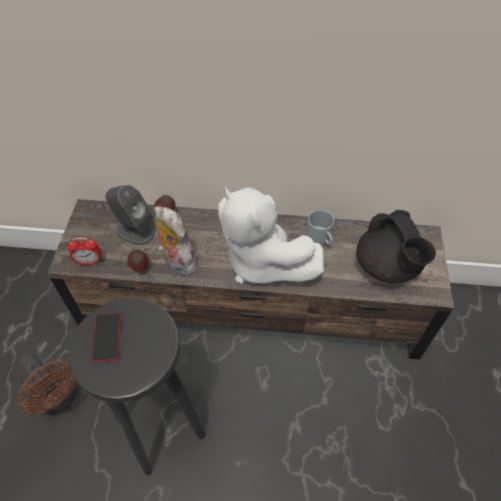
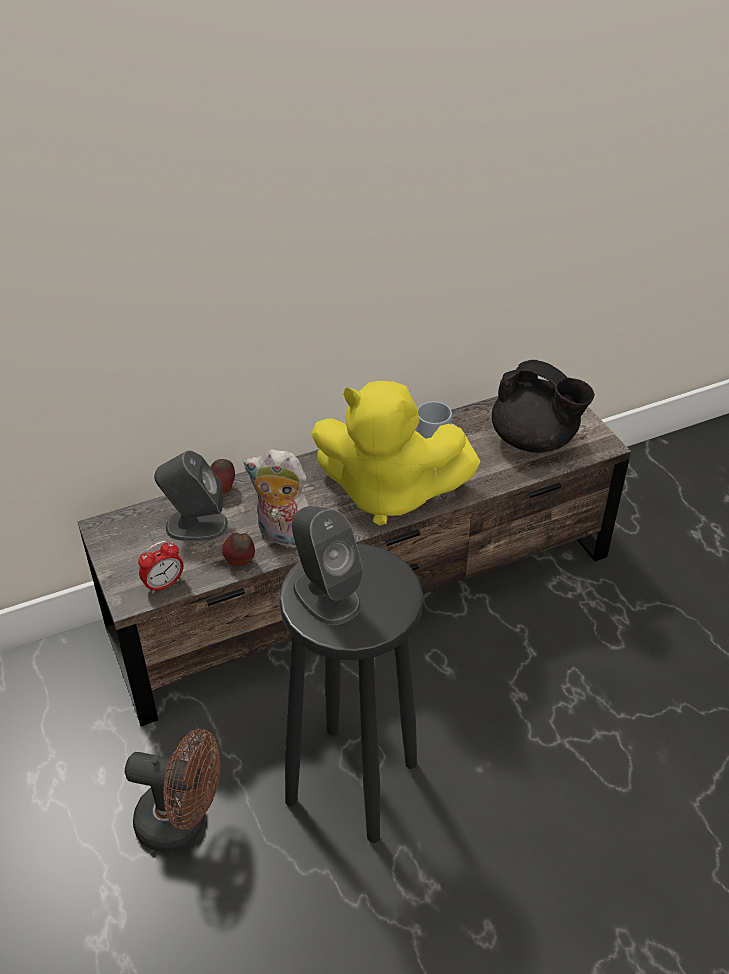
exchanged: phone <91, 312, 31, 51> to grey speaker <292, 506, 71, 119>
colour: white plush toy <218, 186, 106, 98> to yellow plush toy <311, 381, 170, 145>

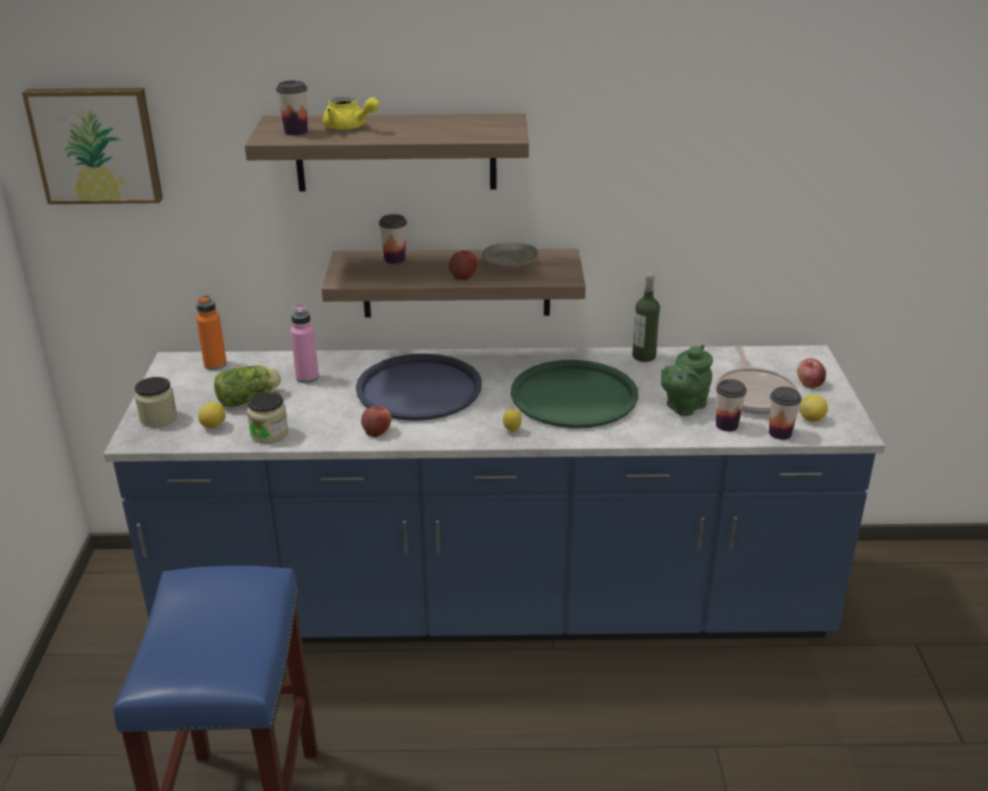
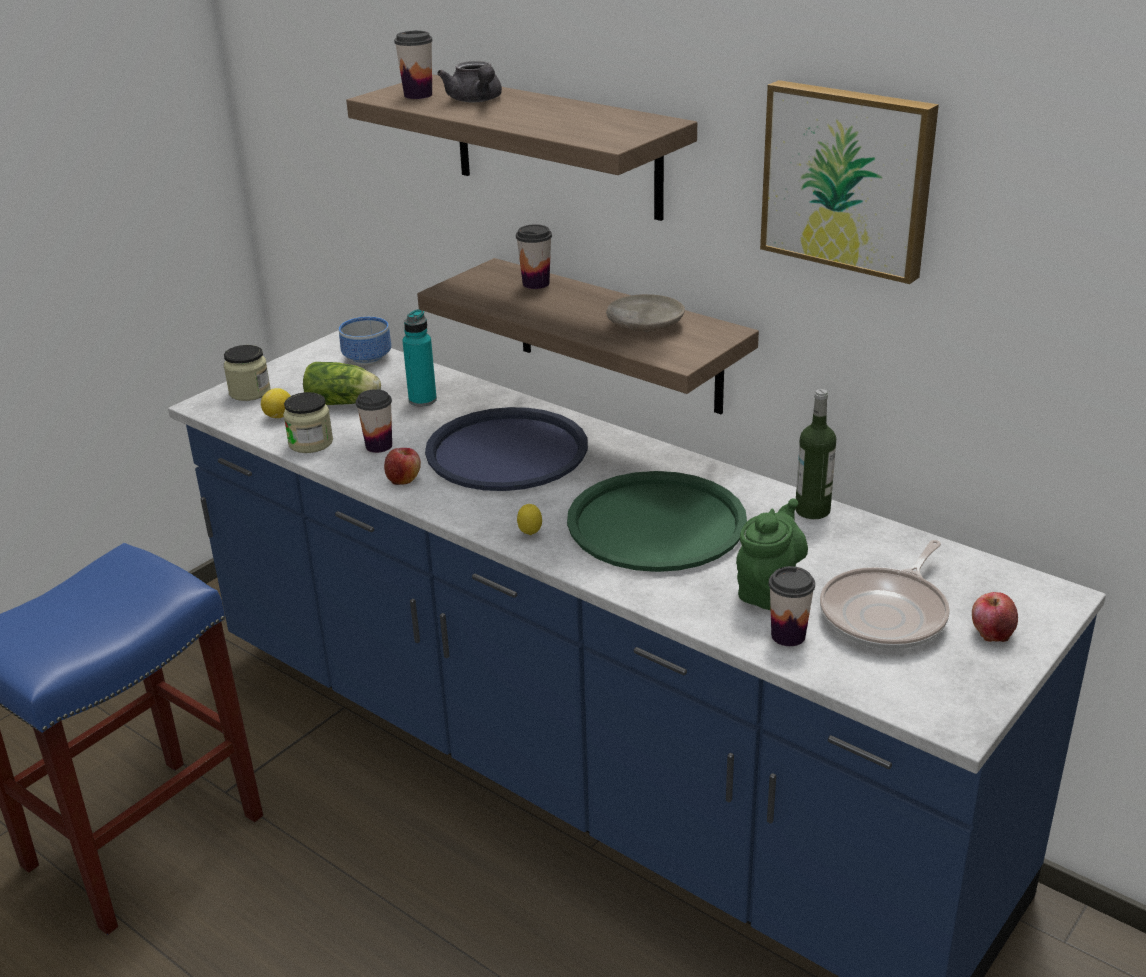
missing: apple <449, 251, 30, 29>; lemon <800, 395, 28, 27>
relocated: picture <22, 88, 141, 116> to <760, 80, 179, 204>; cup <769, 387, 33, 53> to <356, 389, 36, 64>
exchanged: orange bottle <196, 295, 31, 75> to bowl <339, 317, 52, 48>
colour: yellow teapot <323, 97, 56, 33> to grey teapot <437, 61, 65, 41>; pink bottle <290, 305, 29, 78> to turquoise bottle <402, 309, 35, 98>
spun: green teapot <661, 345, 52, 71> = <736, 498, 72, 112> 120 degrees clockwise

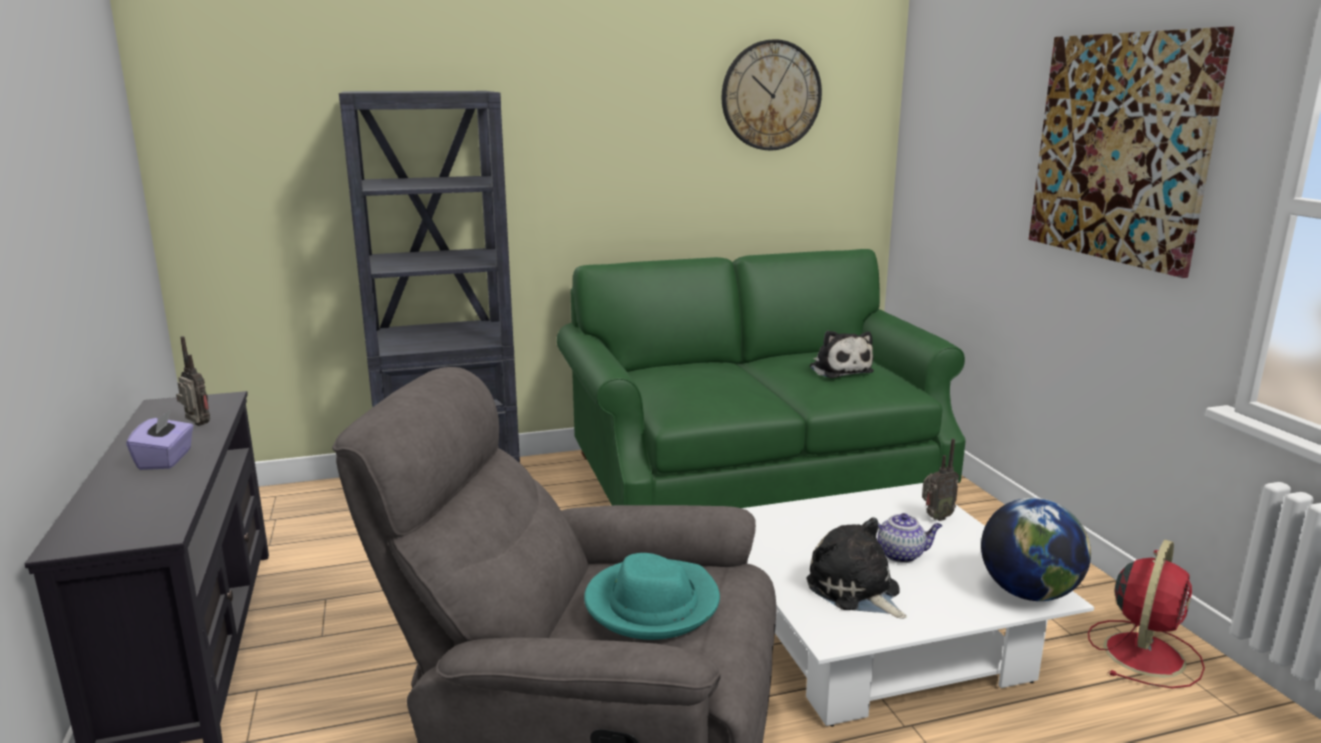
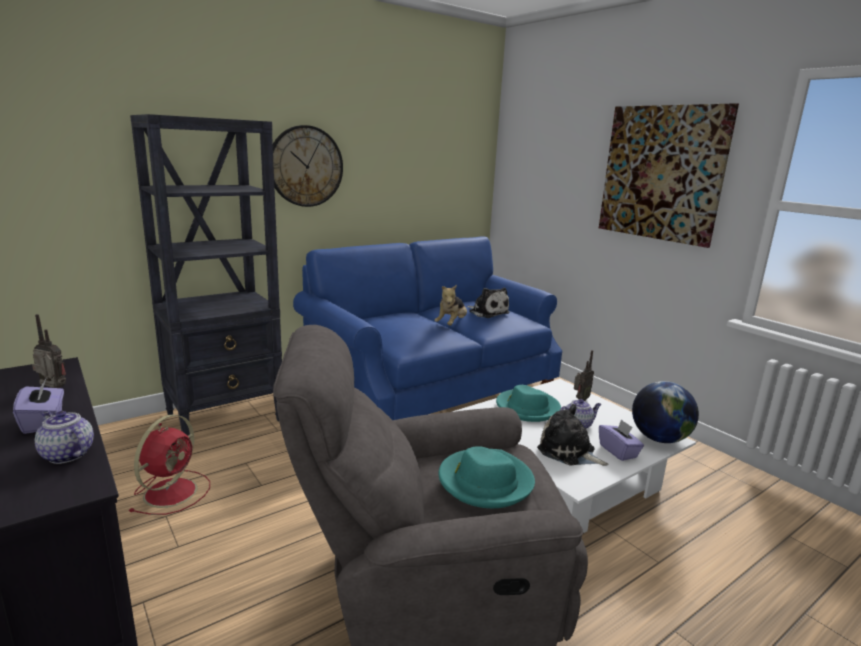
appeared: plush toy <434, 285, 33, 40>; turquoise hat <496, 385, 65, 37>; teapot <35, 411, 59, 53>; purple tissue box <599, 419, 45, 42>
relocated: wall clock <722, 39, 100, 112> to <273, 125, 70, 82>; red fan <1088, 540, 117, 148> to <129, 414, 81, 101>
colour: green sofa <557, 249, 409, 259> to blue sofa <293, 236, 269, 184>

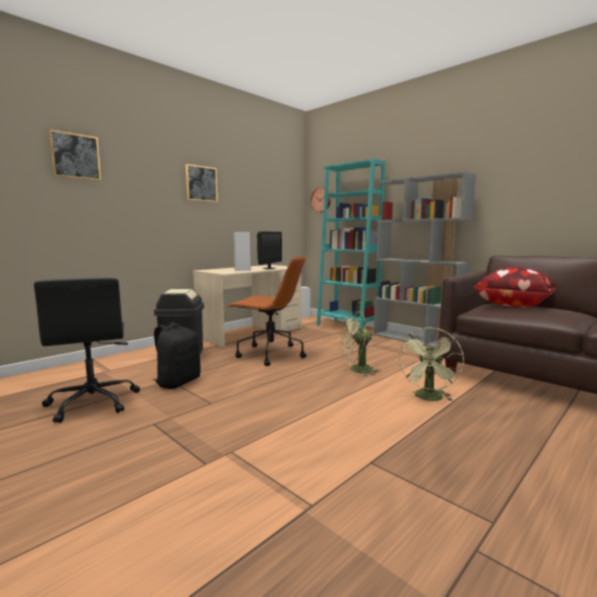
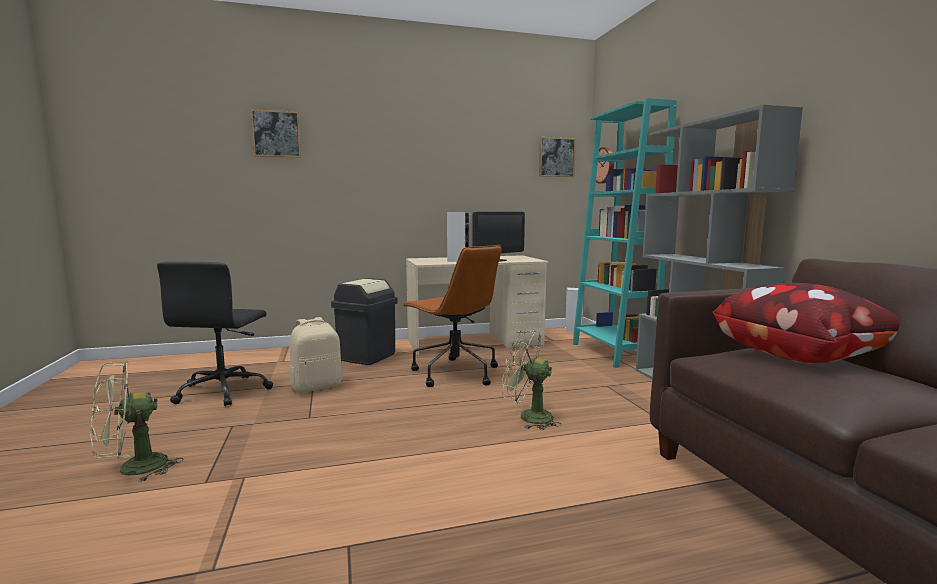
relocated: picture <186, 164, 32, 38> to <539, 137, 37, 40>; green fan <399, 327, 65, 74> to <90, 361, 93, 122>
colour: black backpack <153, 322, 48, 67> to beige backpack <290, 317, 53, 76>

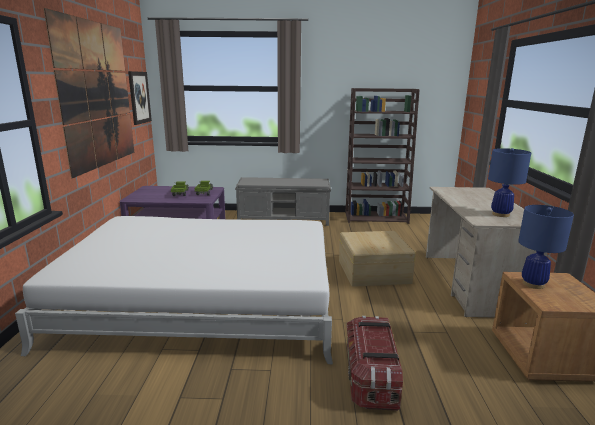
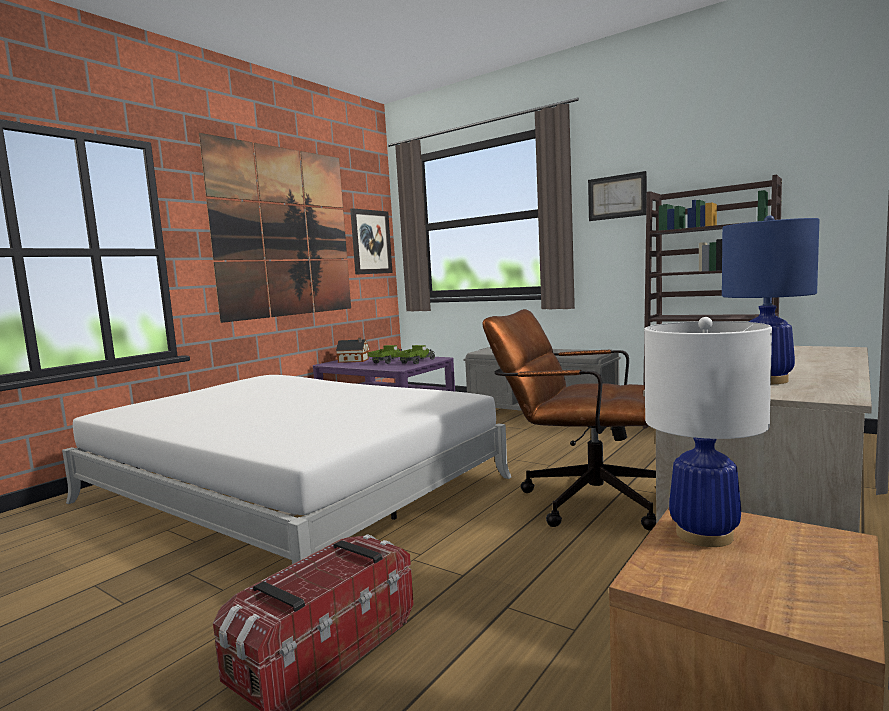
appeared: picture <588, 171, 59, 50>; toy house <336, 337, 34, 26>
exchanged: beige storage box <339, 231, 77, 56> to brown office chair <482, 309, 174, 221>
colour: blue table lamp <518, 205, 56, 84> to white table lamp <644, 317, 128, 230>

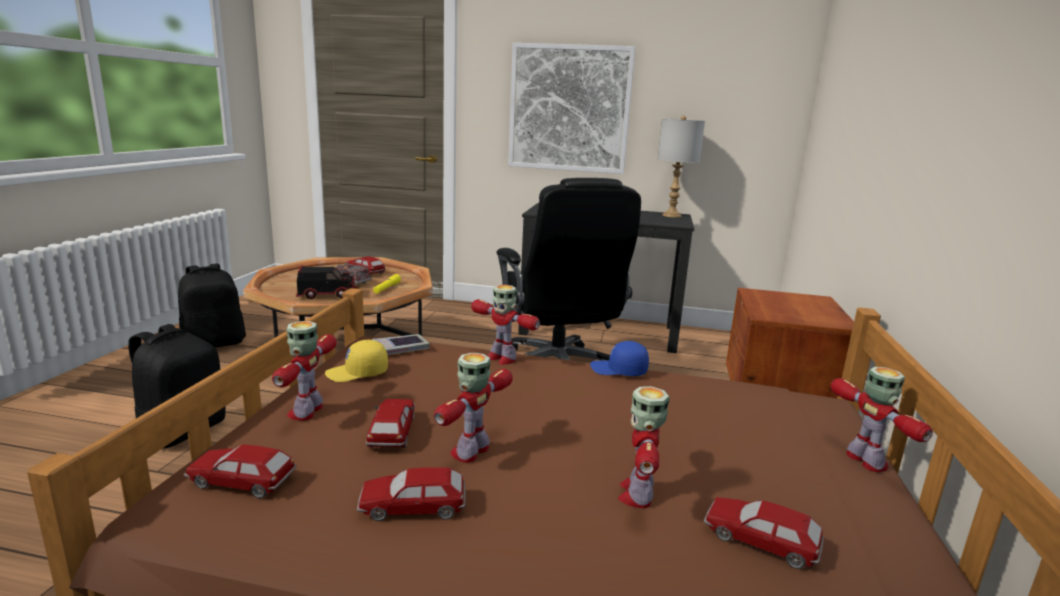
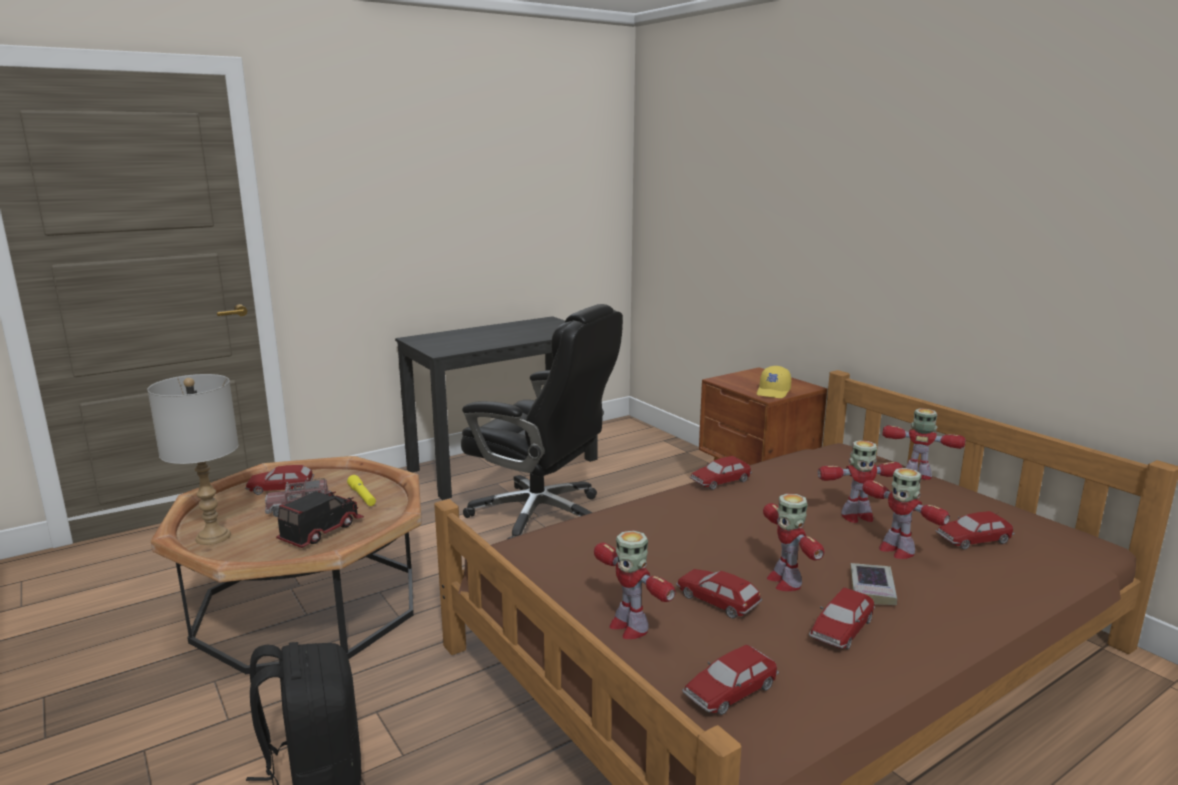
missing: picture <508, 43, 127, 131>; black backpack <178, 264, 68, 84>
relocated: grey table lamp <658, 116, 47, 102> to <147, 374, 92, 171>; toy robot <471, 285, 69, 80> to <817, 440, 86, 83>; book <372, 334, 58, 21> to <851, 563, 46, 42>; yellow cap <325, 340, 63, 42> to <757, 366, 34, 32>
exchanged: blue cap <590, 341, 59, 35> to toy car <690, 455, 62, 35>

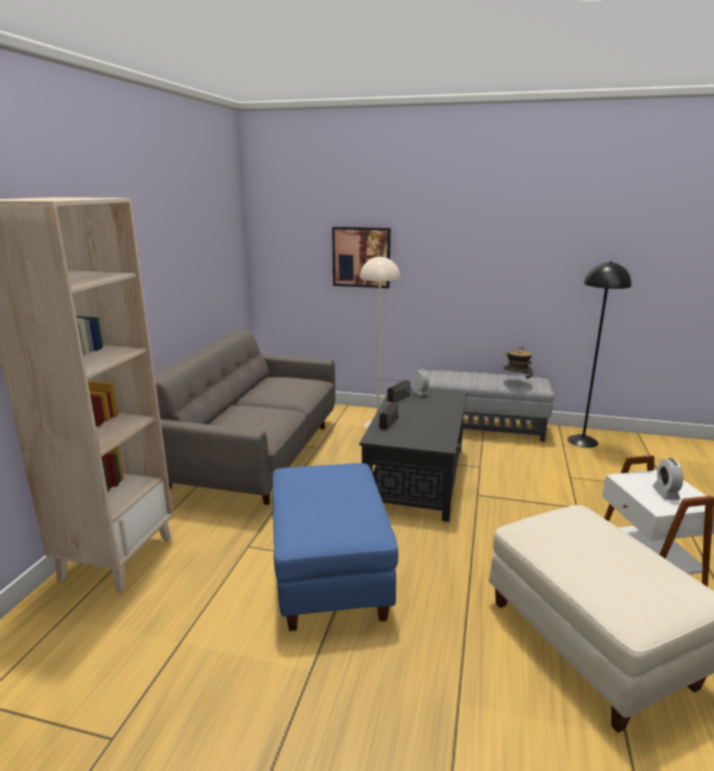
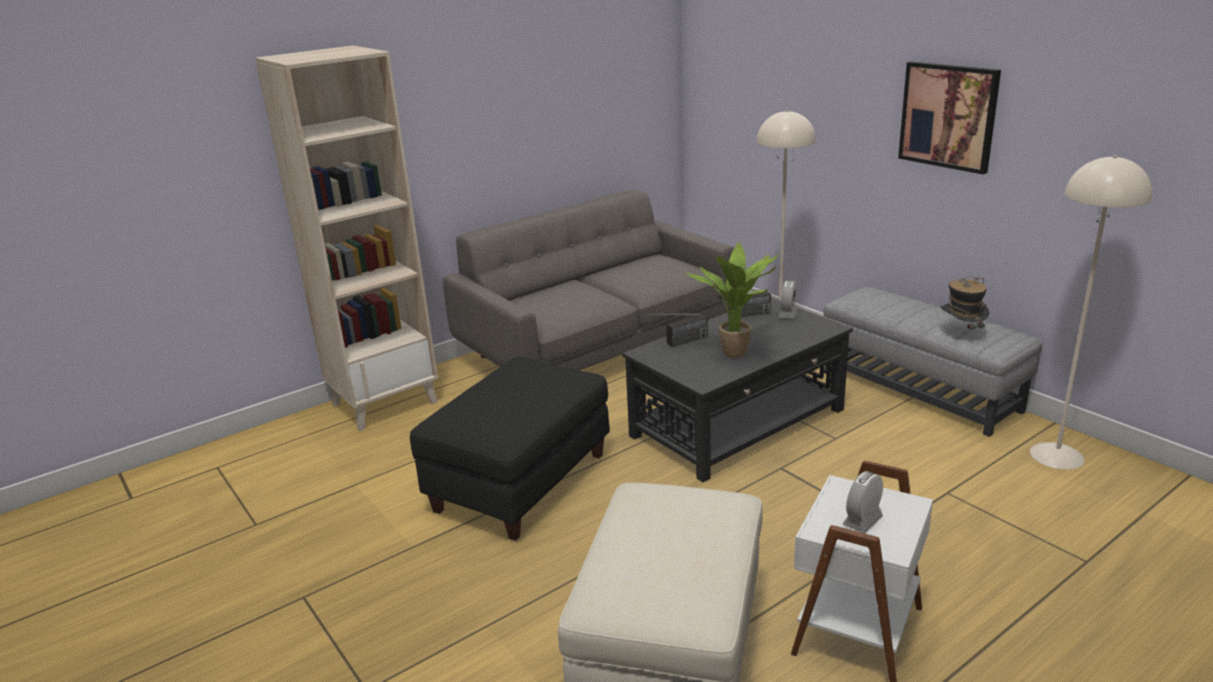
appeared: potted plant <685, 242, 94, 116>
relocated: picture <332, 227, 59, 61> to <898, 61, 103, 113>
colour: black floor lamp <567, 261, 64, 187> to beige floor lamp <1030, 155, 122, 314>; blue ottoman <272, 463, 126, 168> to black ottoman <410, 357, 200, 184>

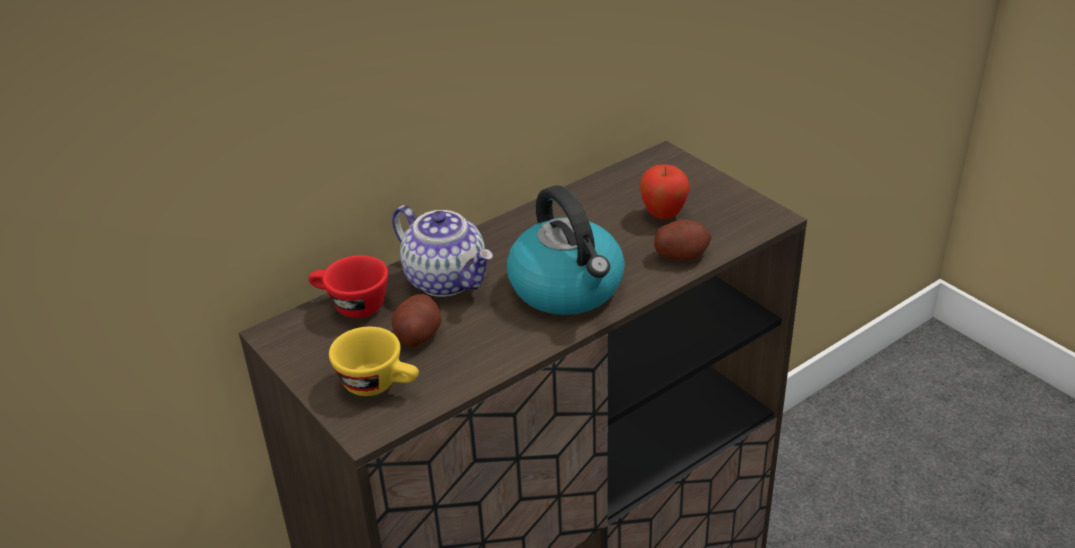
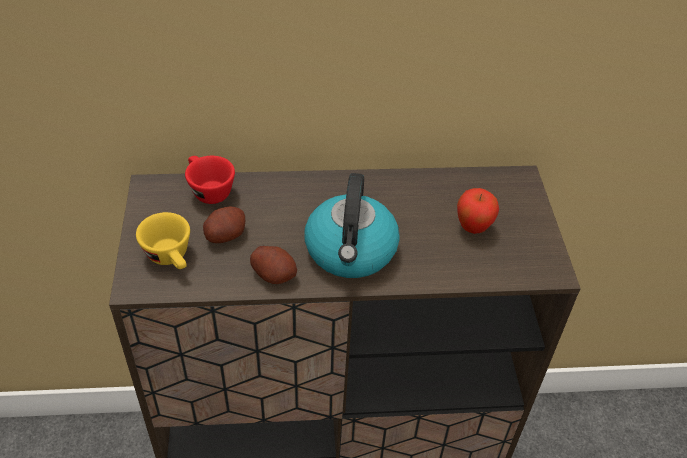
missing: teapot <392, 205, 101, 92>
relocated: potato <654, 219, 58, 41> to <250, 246, 47, 38>

